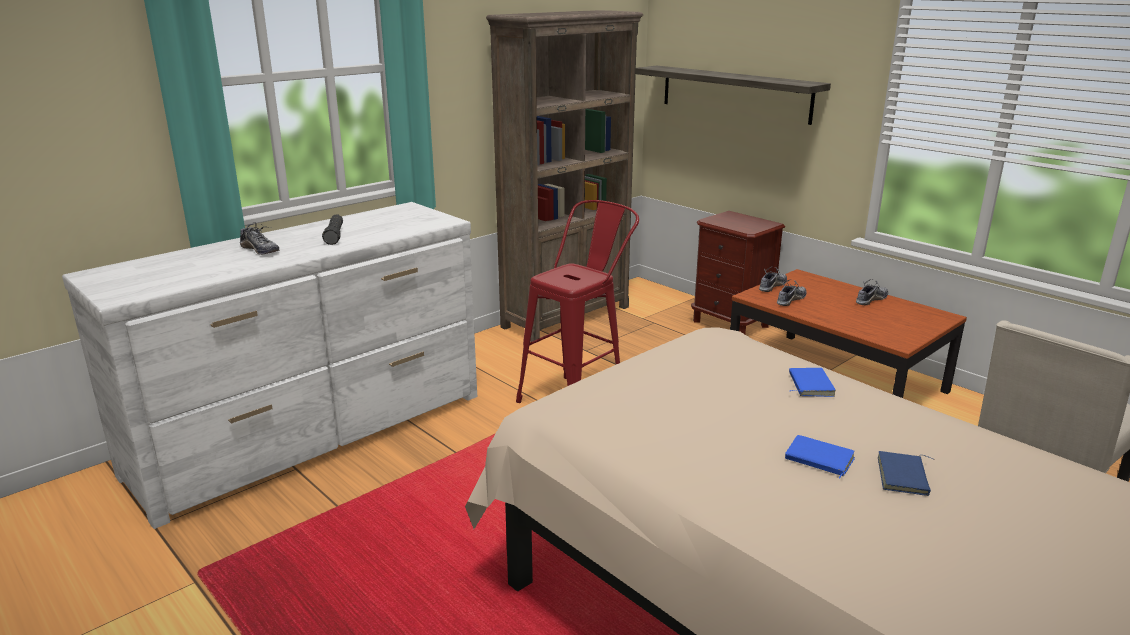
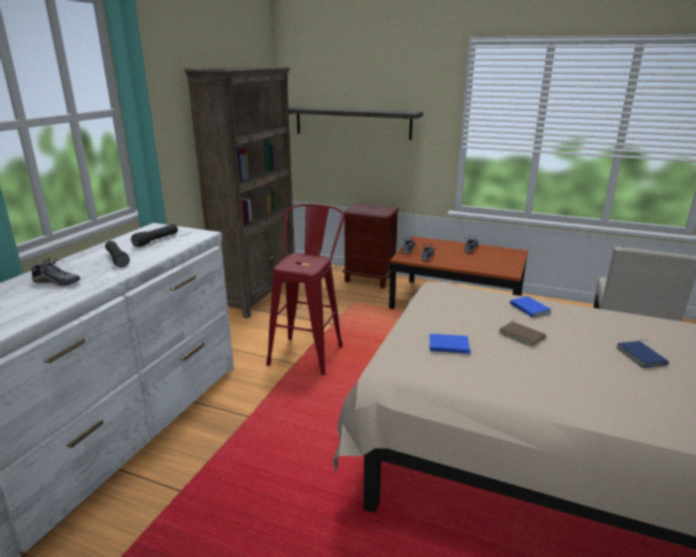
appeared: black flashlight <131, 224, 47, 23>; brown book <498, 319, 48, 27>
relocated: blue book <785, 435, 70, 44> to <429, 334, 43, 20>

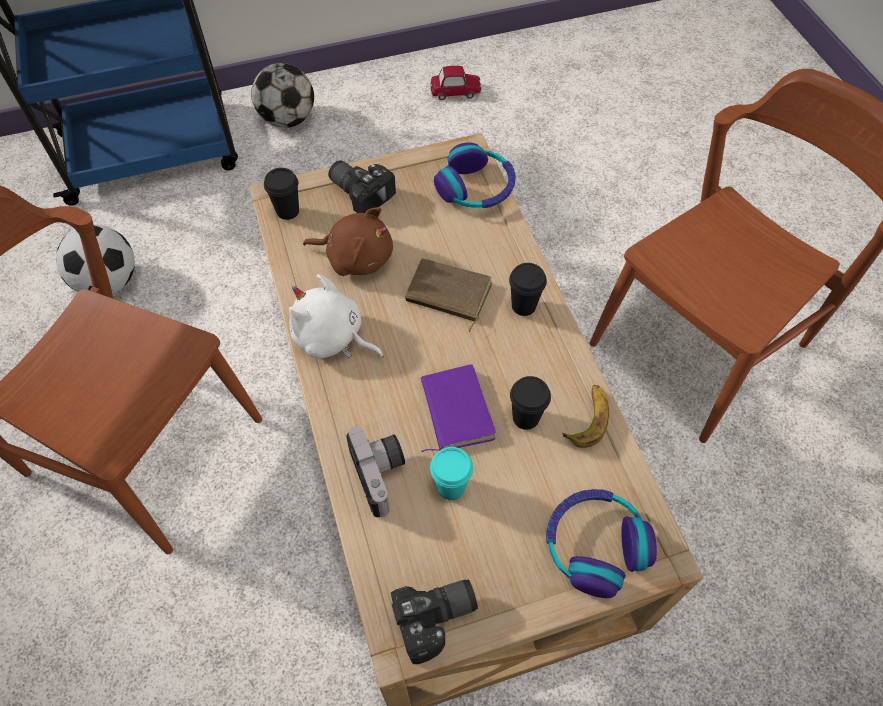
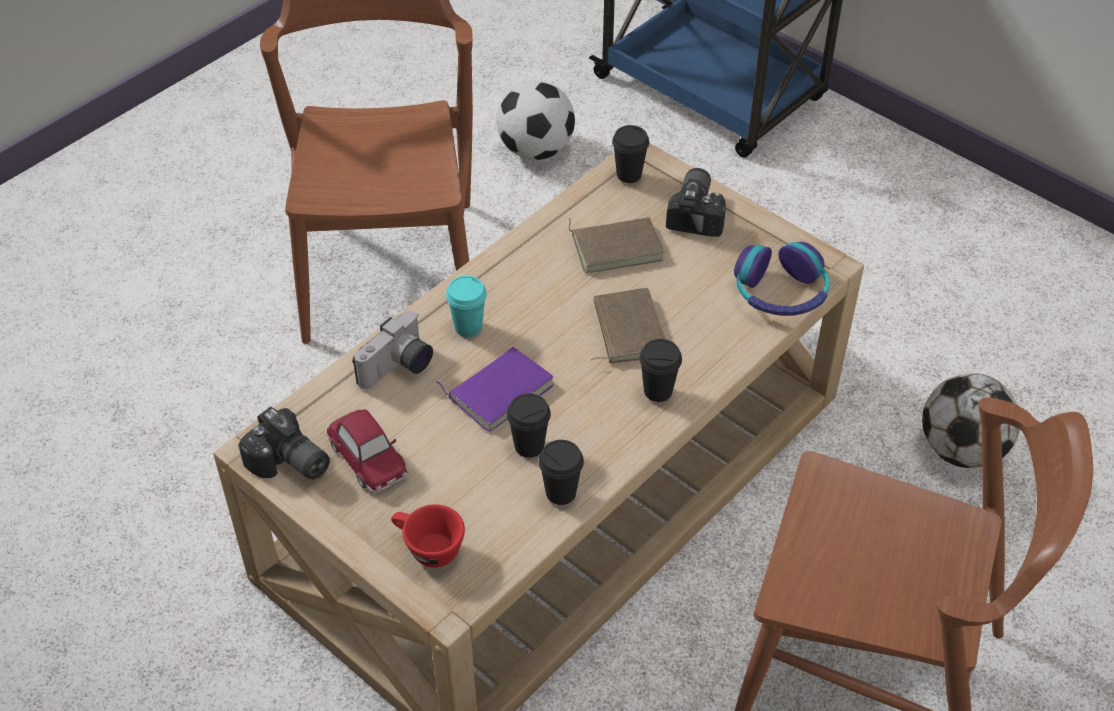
missing: white plush toy <289, 274, 94, 85>
relocated: football <251, 63, 63, 65> to <922, 374, 98, 94>; toy car <430, 66, 52, 34> to <326, 409, 82, 84>; turquoise cup <430, 447, 43, 53> to <446, 276, 41, 61>
exchanged: brown plush toy <303, 207, 90, 69> to brown book <569, 217, 96, 56>; banana <562, 385, 47, 63> to black cup <538, 440, 46, 65>; headphones <546, 489, 111, 109> to red cup <391, 504, 74, 64>

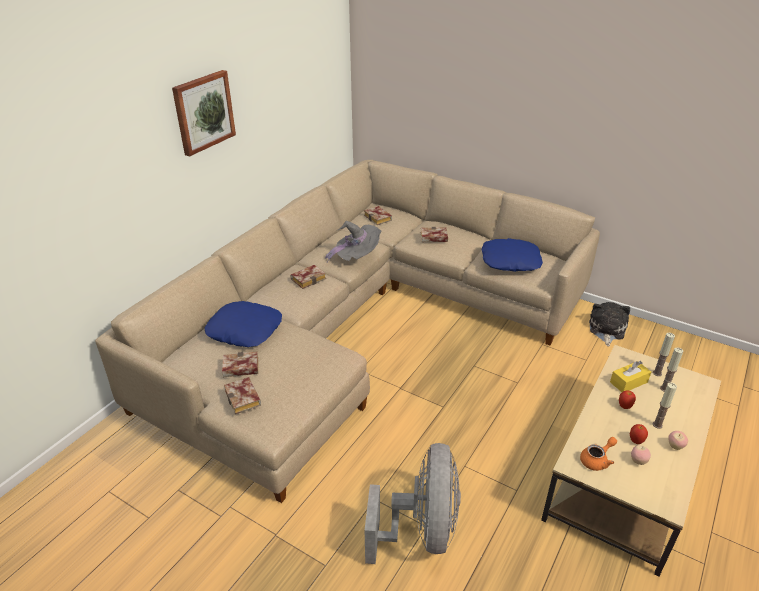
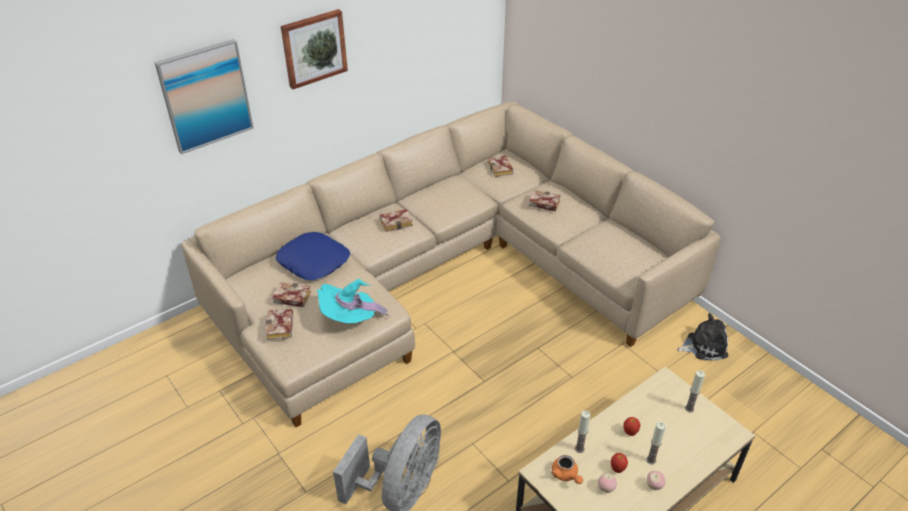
missing: grey hat <325, 221, 57, 41>; blue pillow <482, 238, 61, 34>; yellow tissue box <610, 361, 41, 31>
appeared: picture <154, 39, 100, 115>; turquoise hat <317, 279, 72, 44>
relocated: candle <660, 348, 23, 44> to <575, 411, 16, 42>
spun: plush toy <589, 302, 41, 44> = <677, 313, 51, 48> 45 degrees clockwise; orange teapot <580, 437, 37, 34> = <551, 455, 32, 29> 75 degrees clockwise

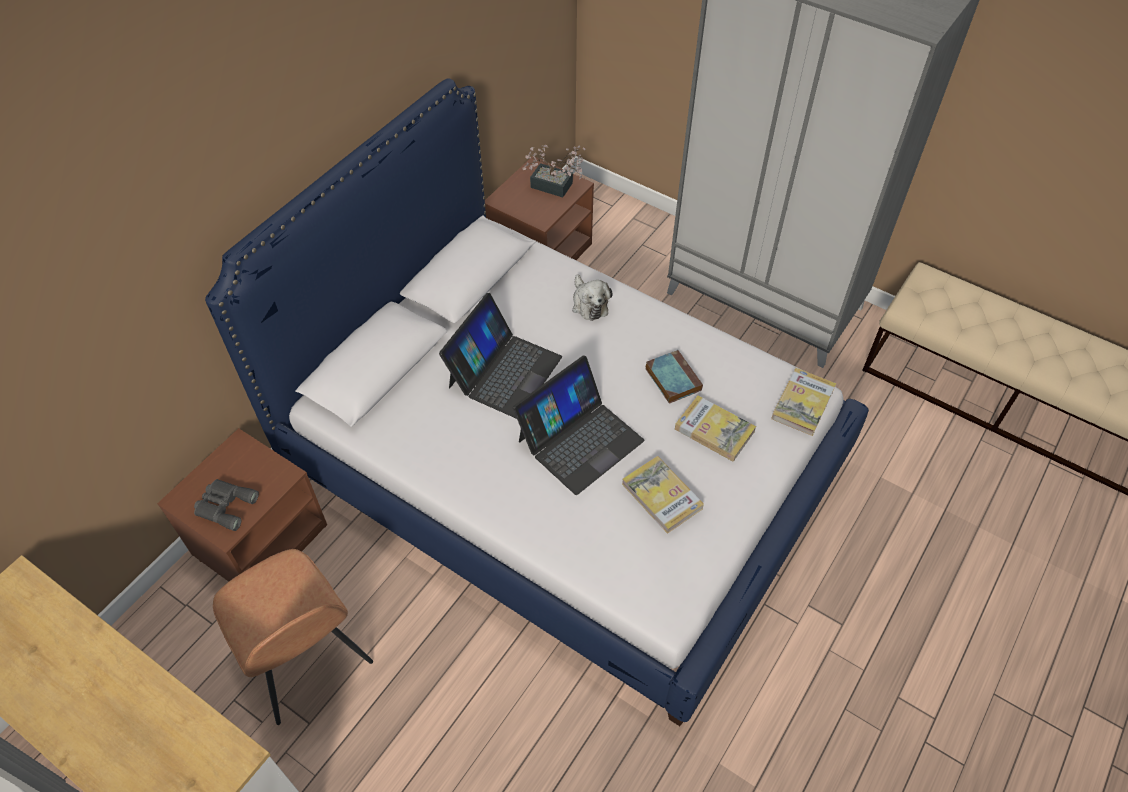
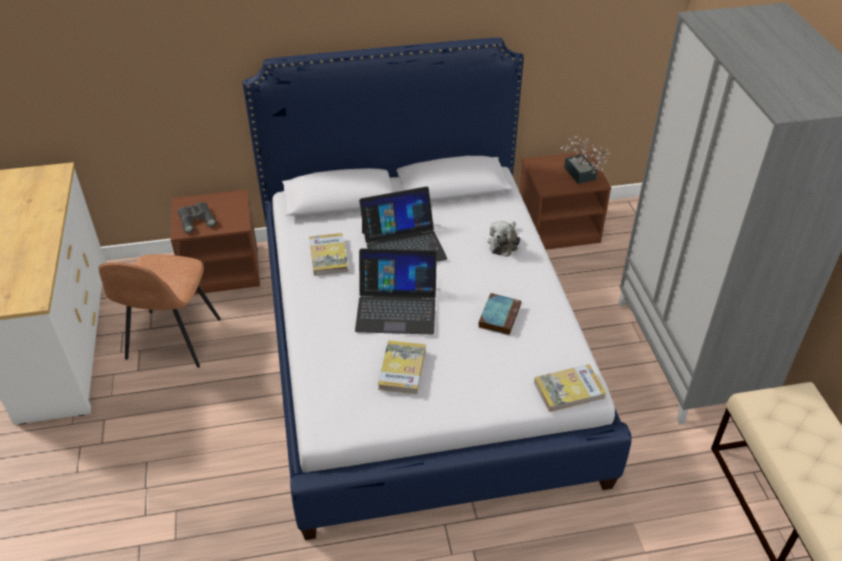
relocated: book <675, 396, 81, 66> to <309, 233, 39, 43>

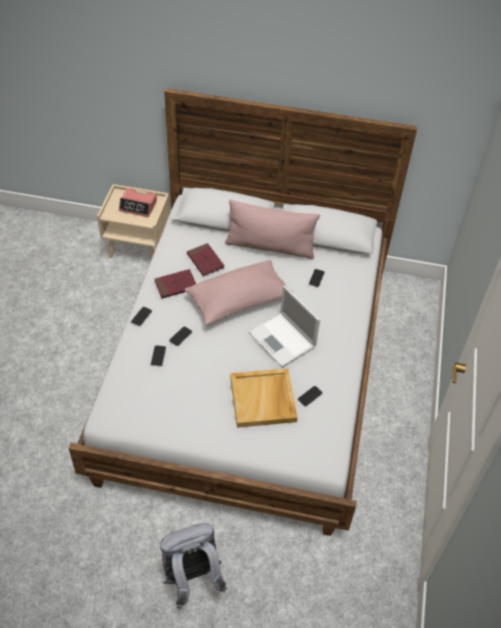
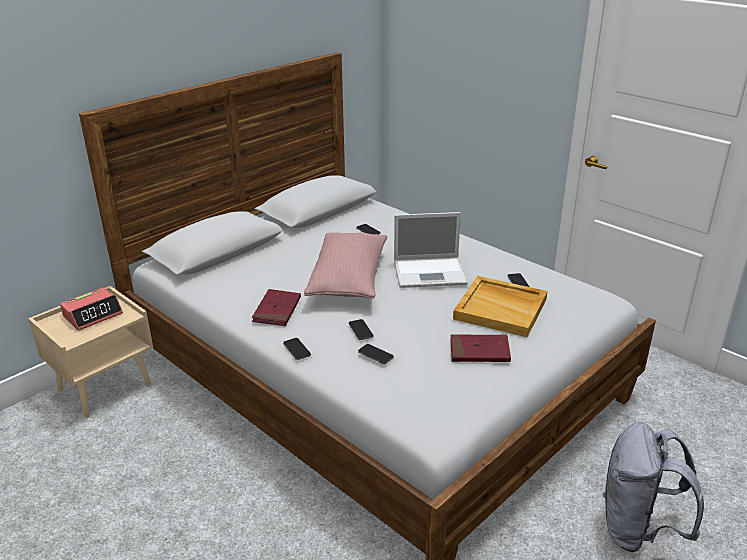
missing: pink pillow <225, 200, 95, 59>
relocated: red book <187, 243, 38, 33> to <450, 335, 61, 27>

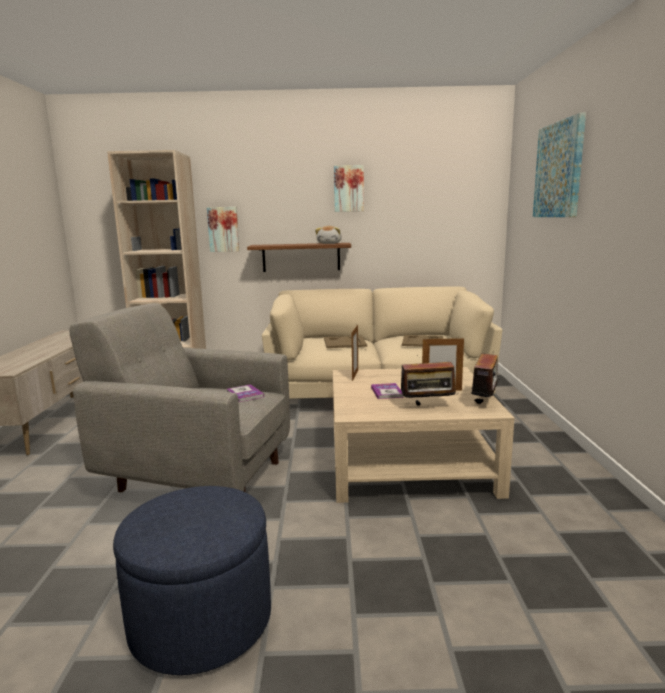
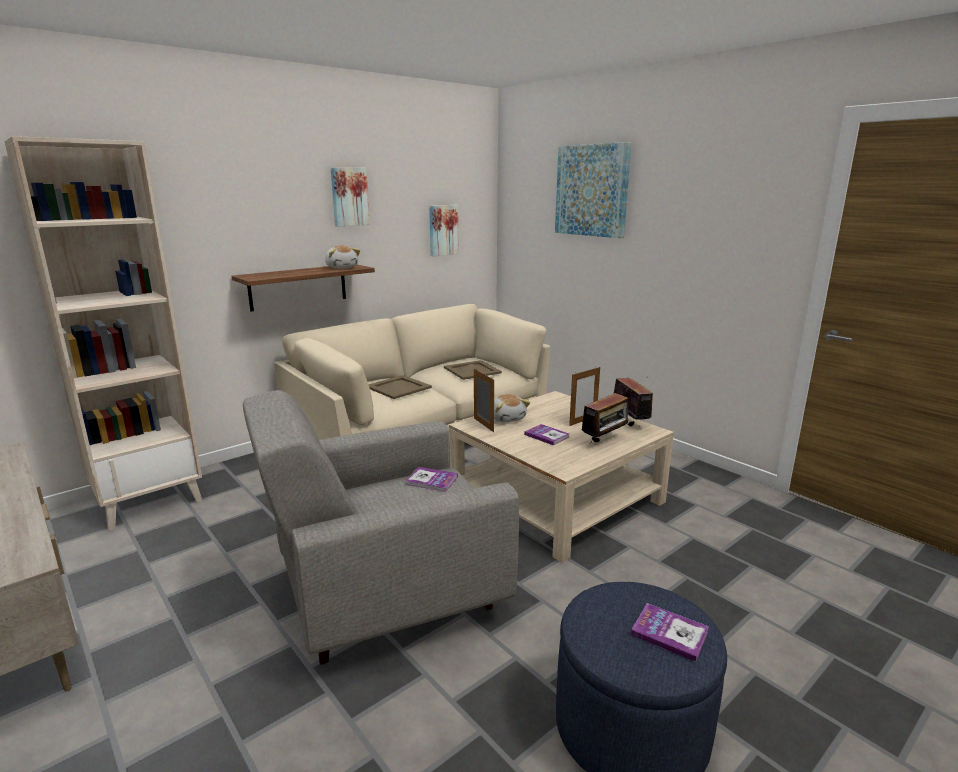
appeared: plush toy <494, 394, 36, 28>; book <631, 603, 78, 59>
relocated: picture <207, 207, 32, 45> to <429, 205, 30, 51>

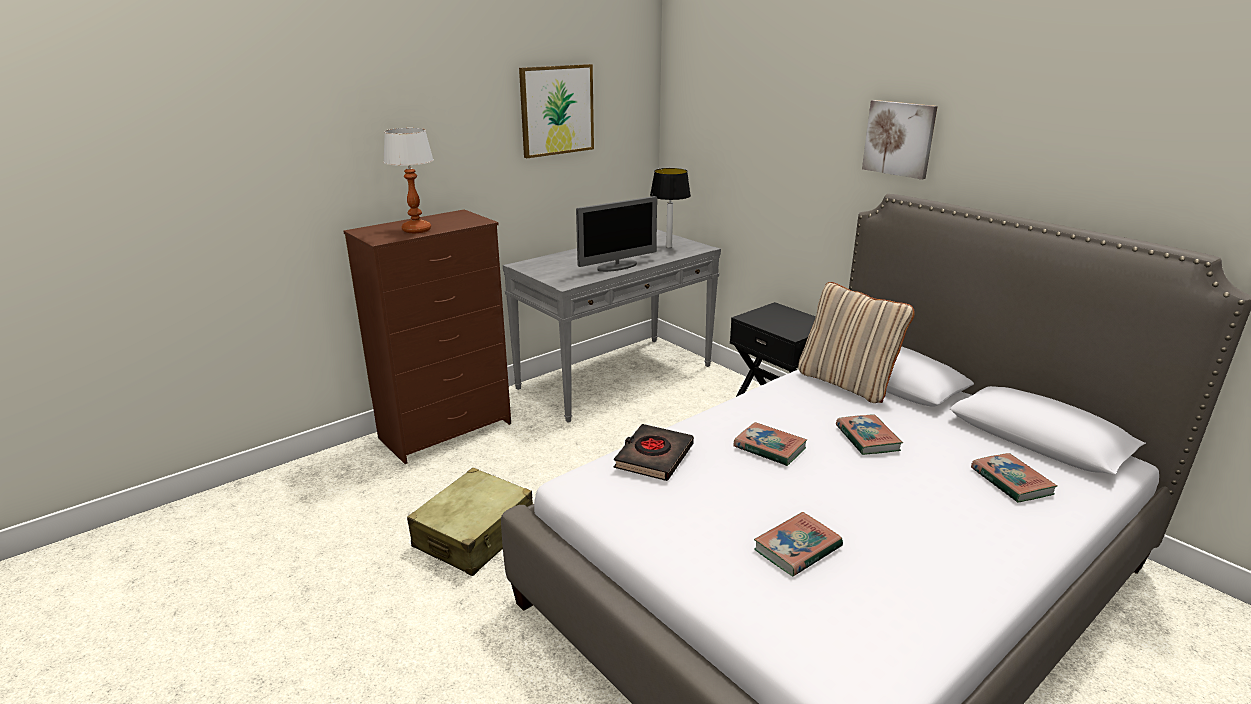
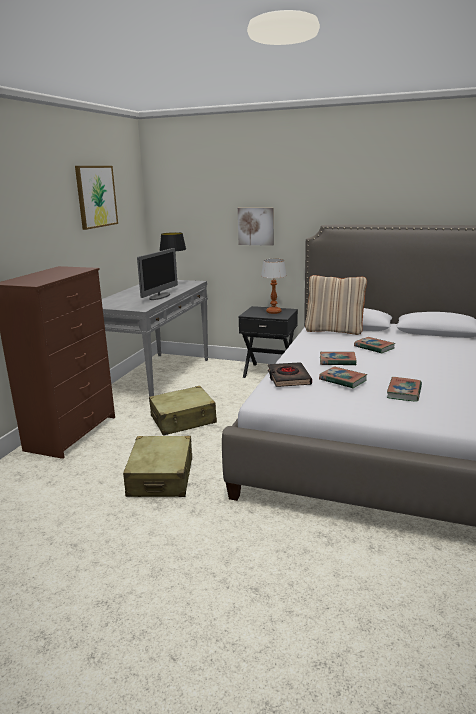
appeared: beige suitcase <149, 386, 68, 50>
relocated: picture <862, 100, 76, 80> to <238, 208, 36, 38>; table lamp <383, 128, 51, 105> to <261, 259, 26, 55>; book <971, 453, 86, 50> to <319, 366, 48, 23>

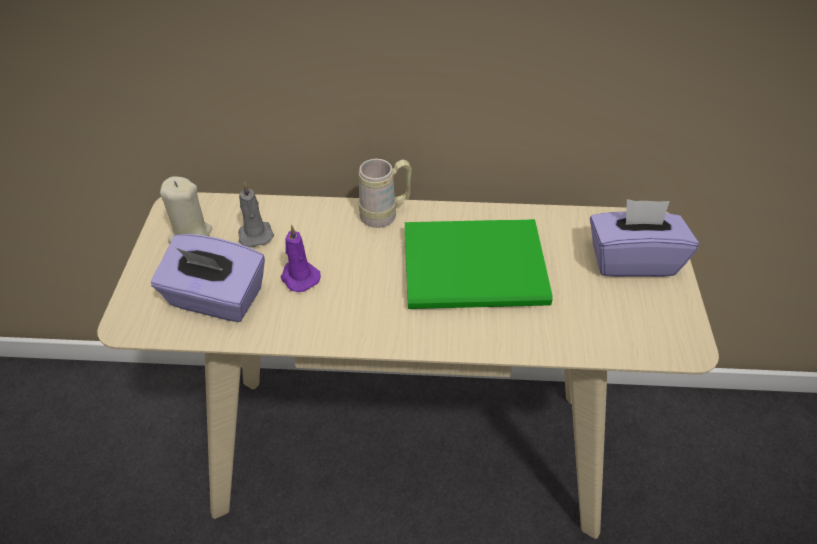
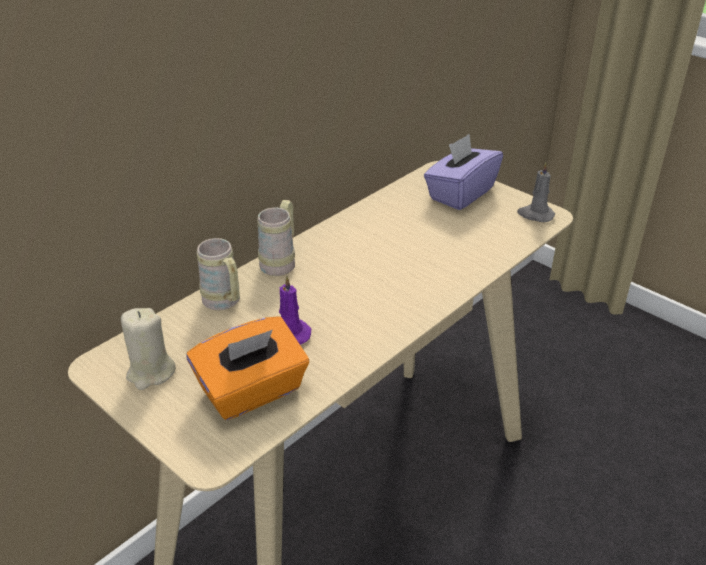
missing: green book <405, 219, 147, 90>
appeared: beige mug <197, 238, 43, 73>
relocated: grey candle <238, 182, 36, 66> to <517, 162, 38, 60>
colour: purple tissue box <151, 234, 114, 88> to orange tissue box <187, 316, 122, 104>

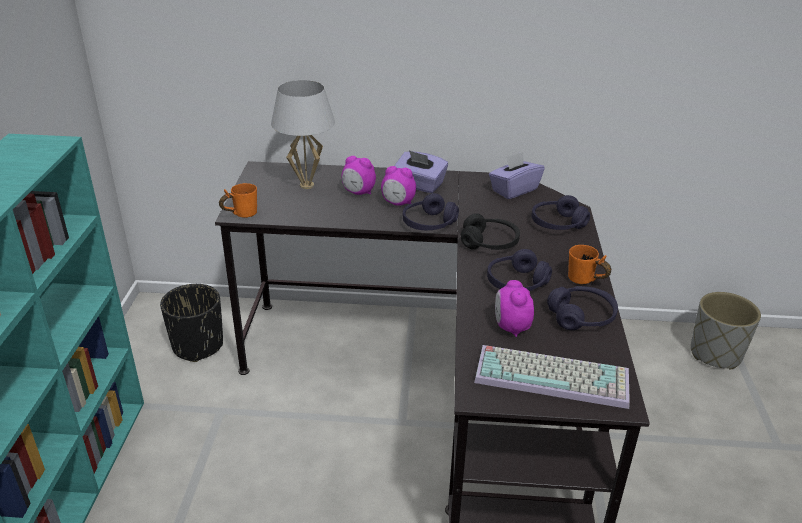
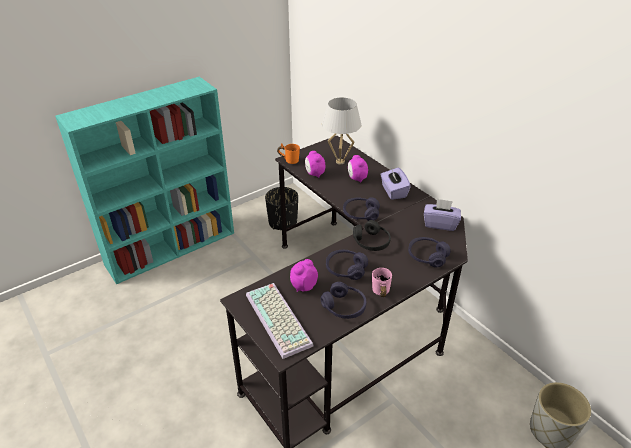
relocated: alarm clock <381, 166, 35, 40> to <305, 151, 20, 27>
colour: orange mug <568, 245, 43, 39> to pink mug <372, 268, 20, 29>

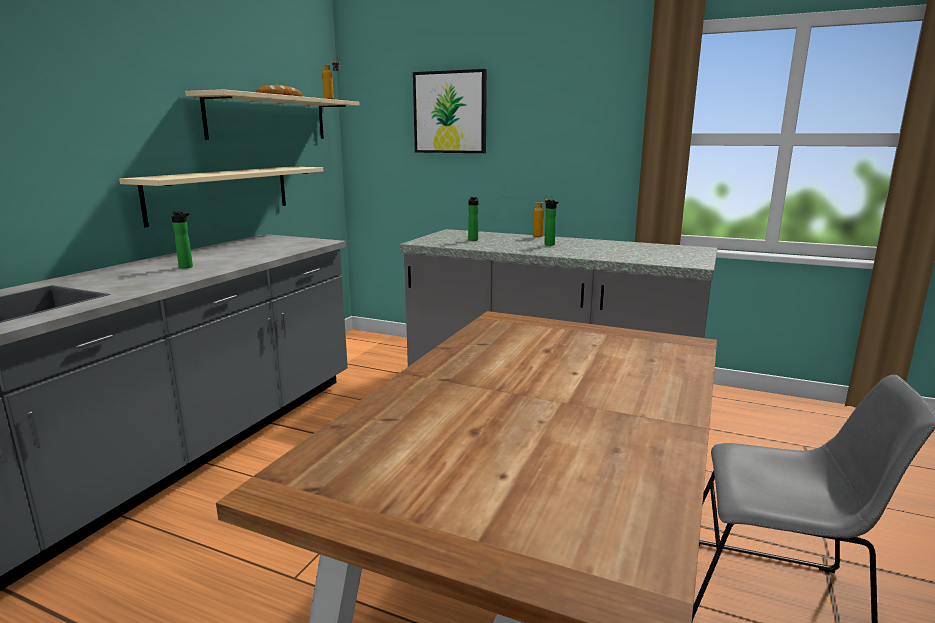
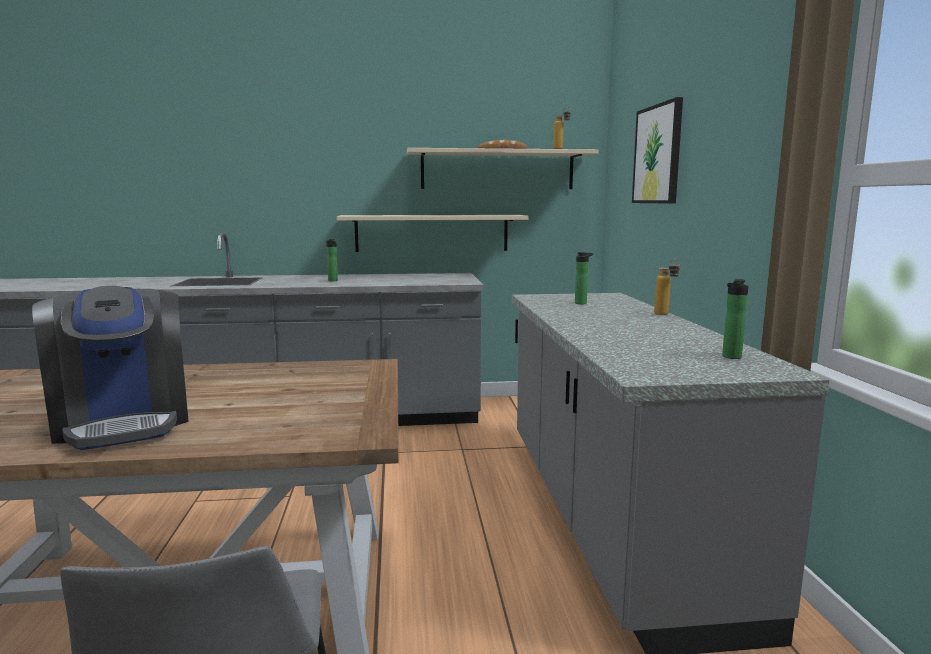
appeared: coffee machine <32, 286, 157, 164>
relocated: bottle <544, 199, 15, 47> to <722, 279, 26, 80>

